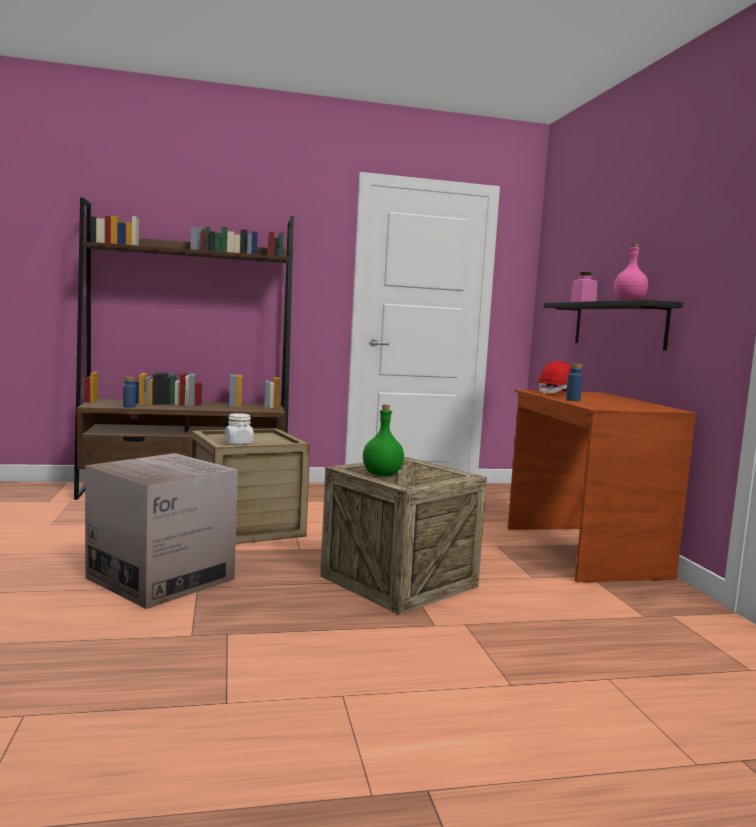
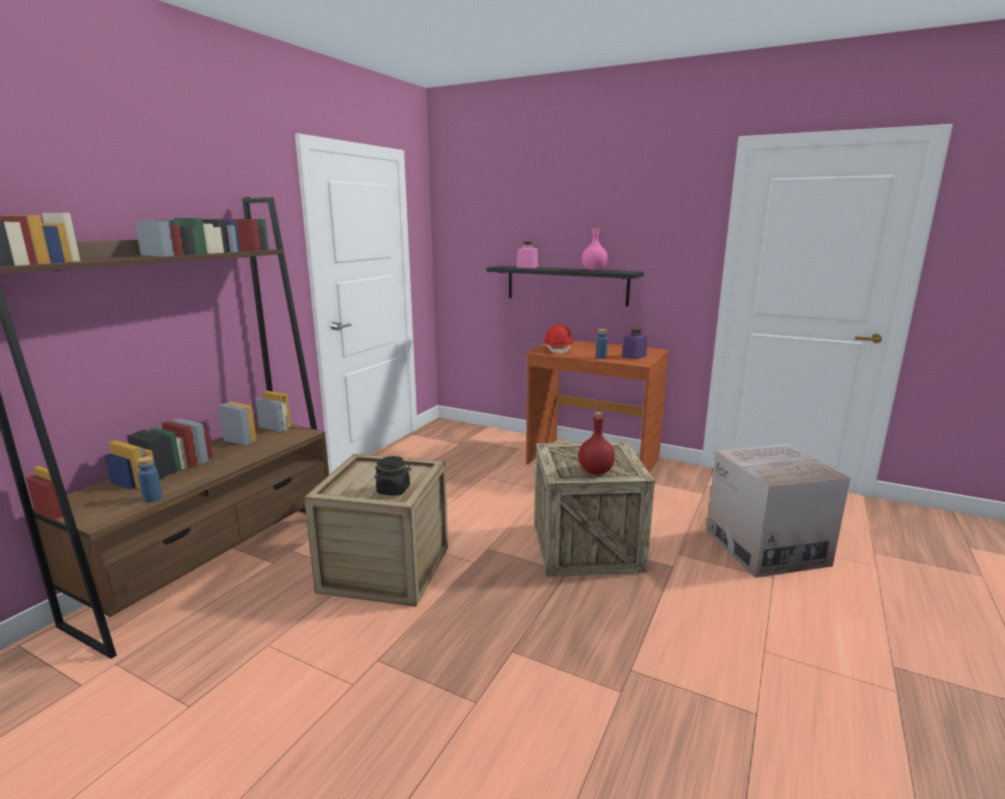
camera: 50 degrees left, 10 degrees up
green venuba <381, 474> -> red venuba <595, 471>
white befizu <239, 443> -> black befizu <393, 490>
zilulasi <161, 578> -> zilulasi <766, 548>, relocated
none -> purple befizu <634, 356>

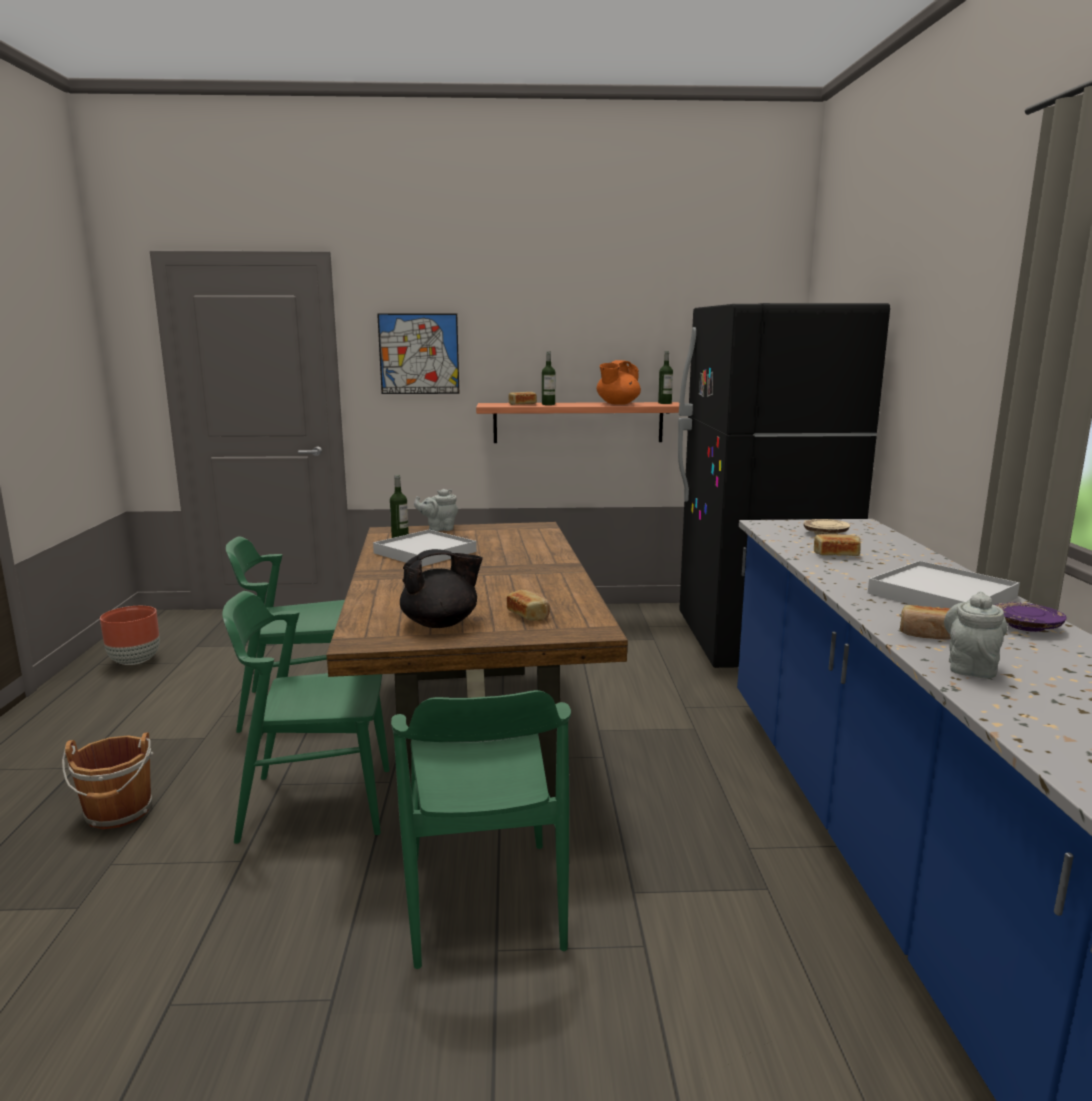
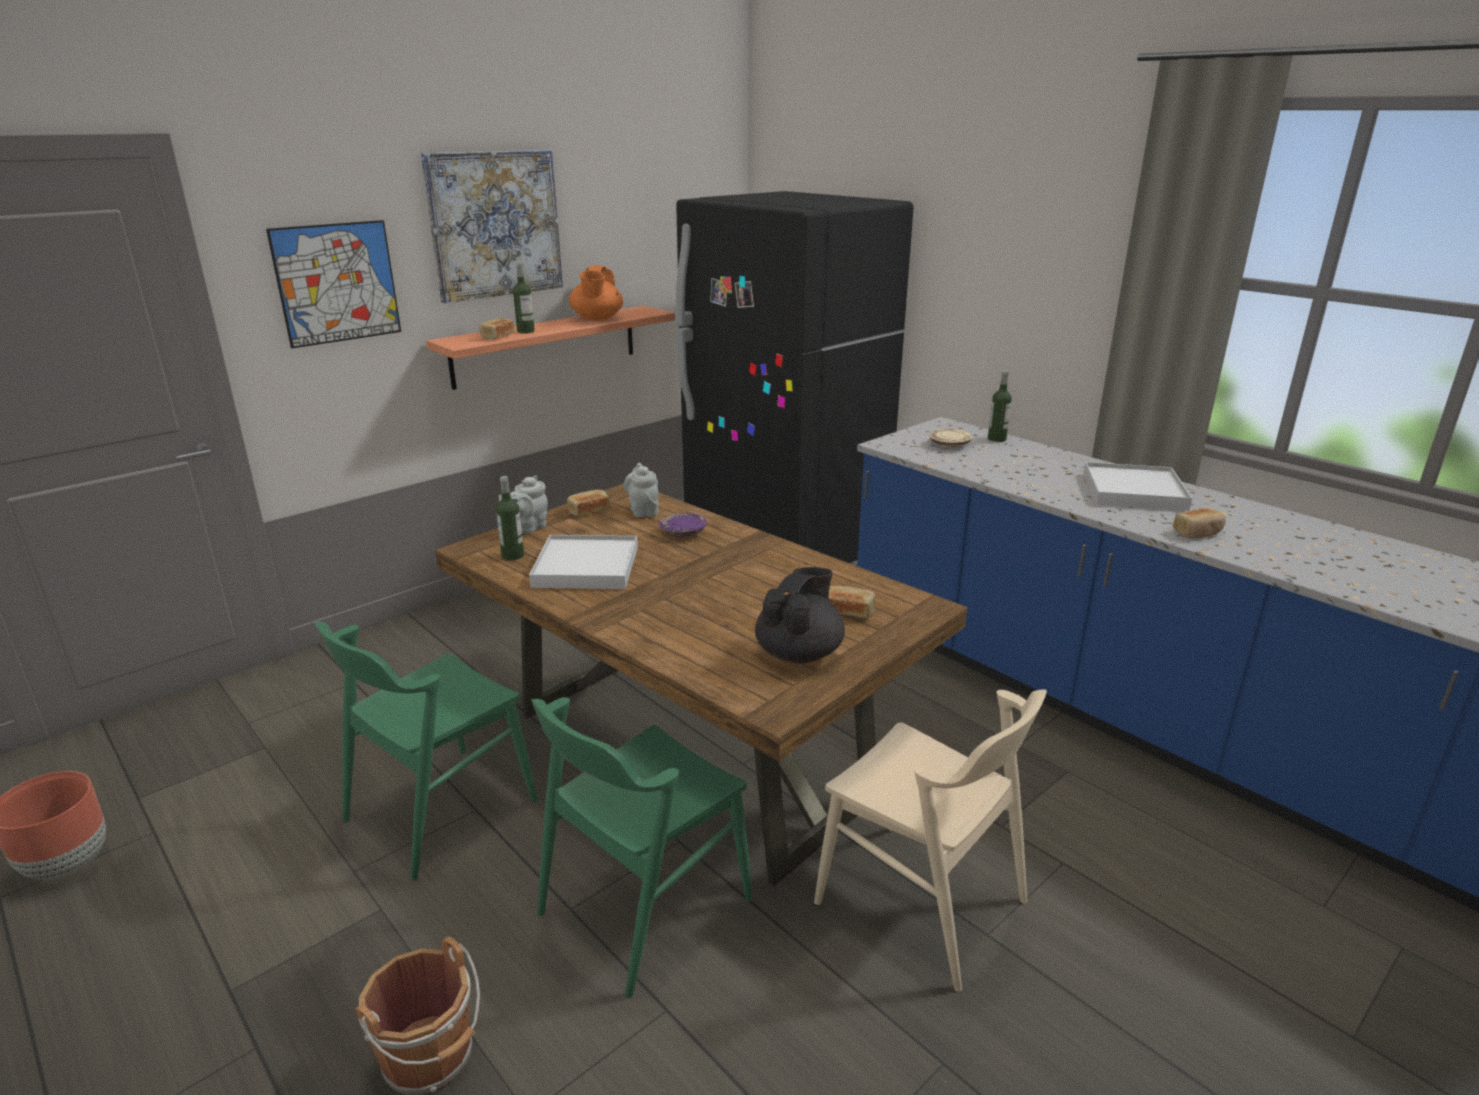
camera: 40 degrees left, 10 degrees up
venuba <664, 403> -> venuba <996, 439>, relocated
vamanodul <836, 555> -> vamanodul <588, 511>, relocated
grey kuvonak <970, 667> -> grey kuvonak <643, 510>, relocated
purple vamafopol <1025, 626> -> purple vamafopol <682, 532>, relocated
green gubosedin <483, 901> -> beige gubosedin <921, 901>
none -> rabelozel <495, 224>

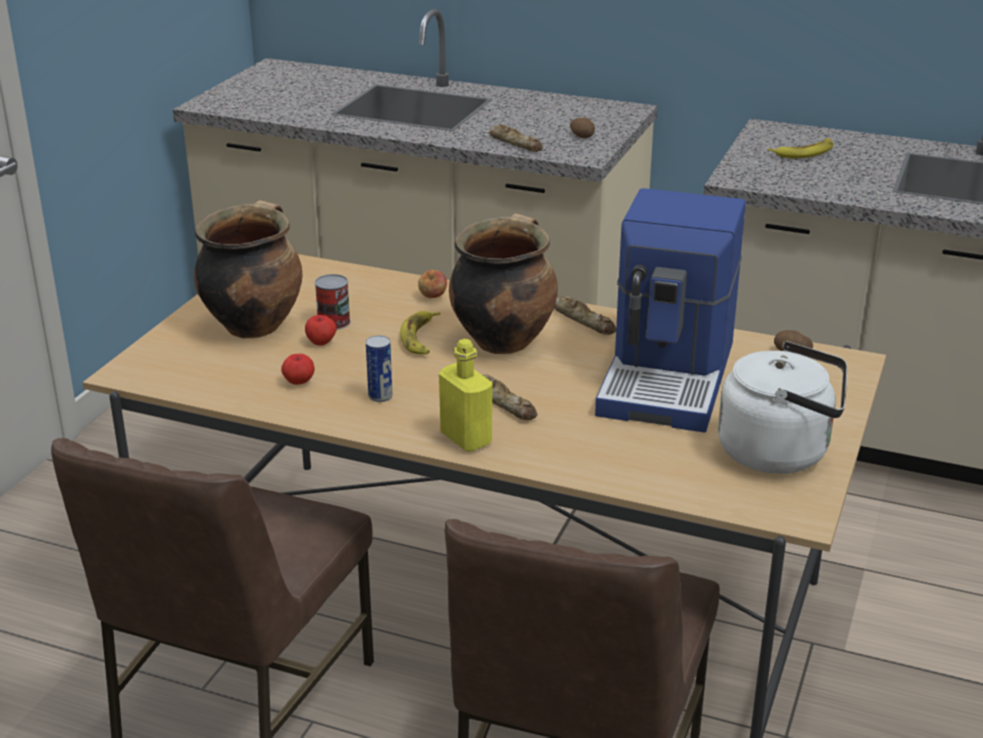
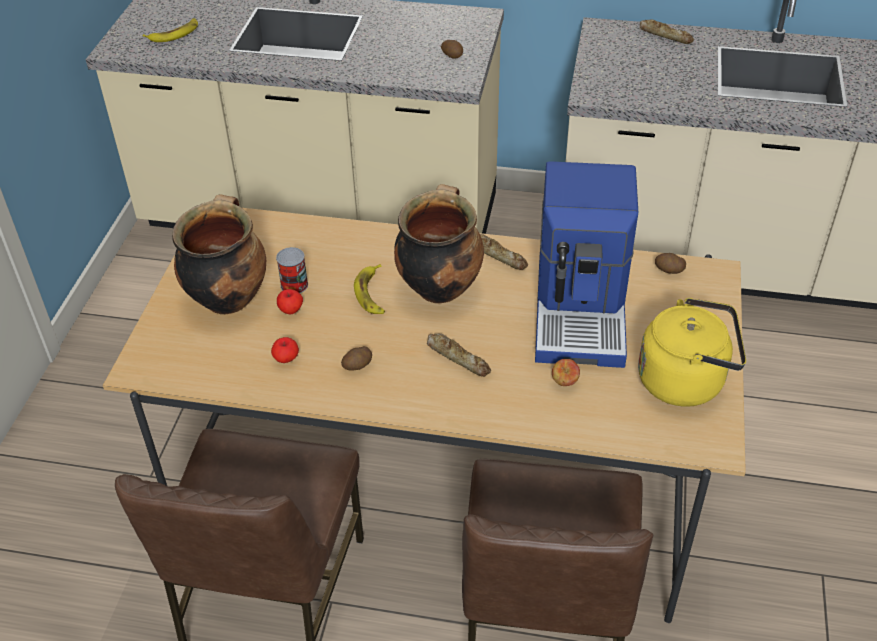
camera: 10 degrees left, 15 degrees up
vamanodul <515, 143> -> vamanodul <665, 35>, relocated
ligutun <804, 152> -> ligutun <174, 34>, relocated
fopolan <433, 297> -> fopolan <564, 382>, relocated
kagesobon <380, 396> -> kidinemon <358, 365>
yellow venuba <466, 439> -> none
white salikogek <780, 452> -> yellow salikogek <686, 380>

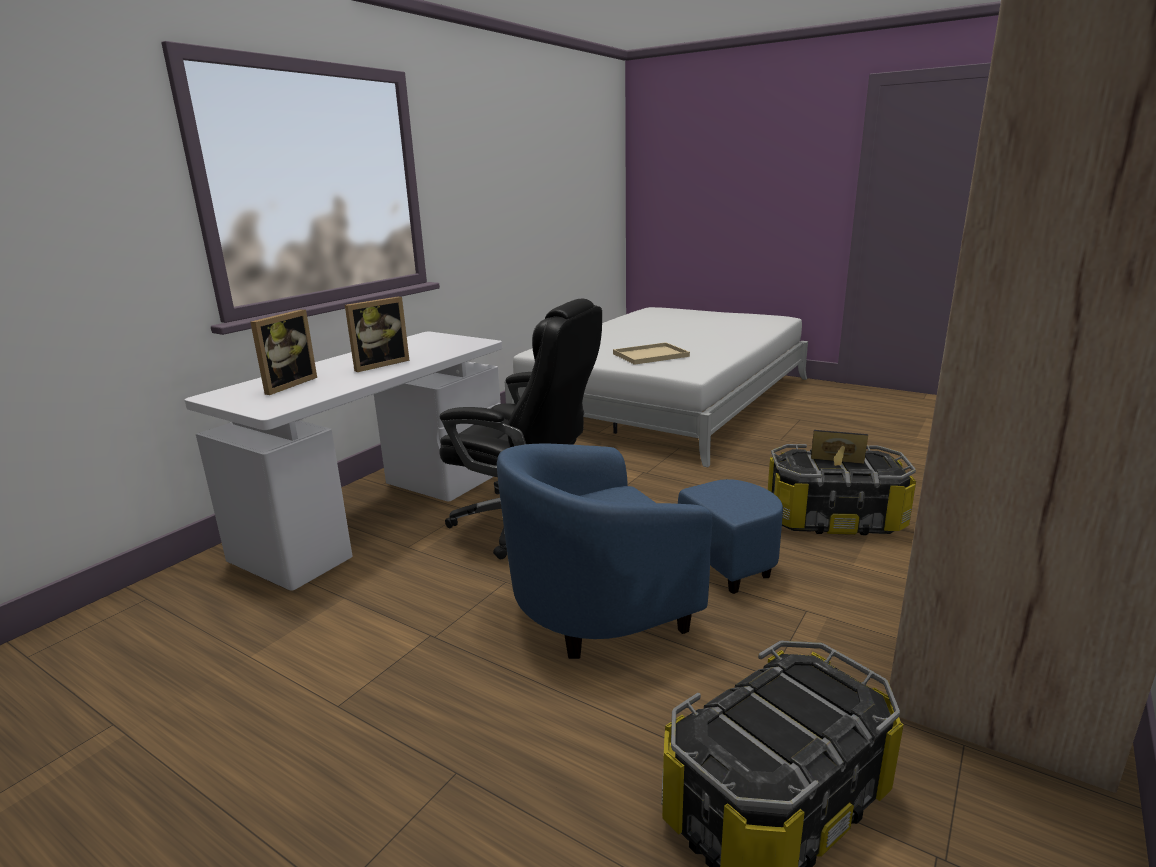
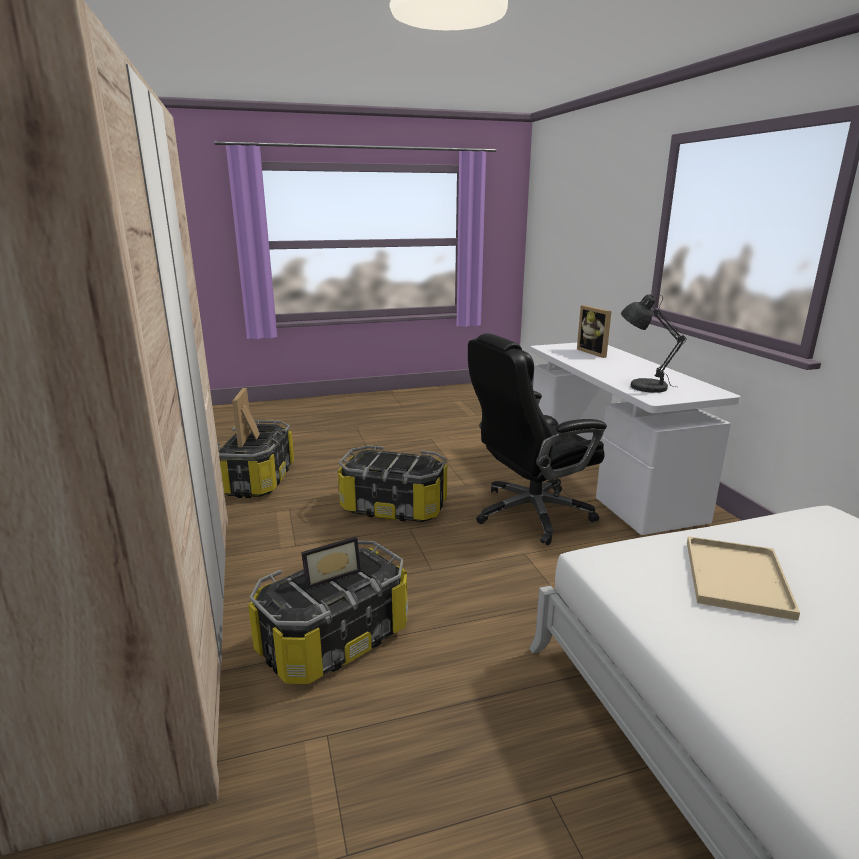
camera: 130 degrees right, 0 degrees up
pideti <379, 364> -> pideti <250, 439>, relocated
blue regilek <631, 599> -> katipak <394, 507>
none -> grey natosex <643, 386>

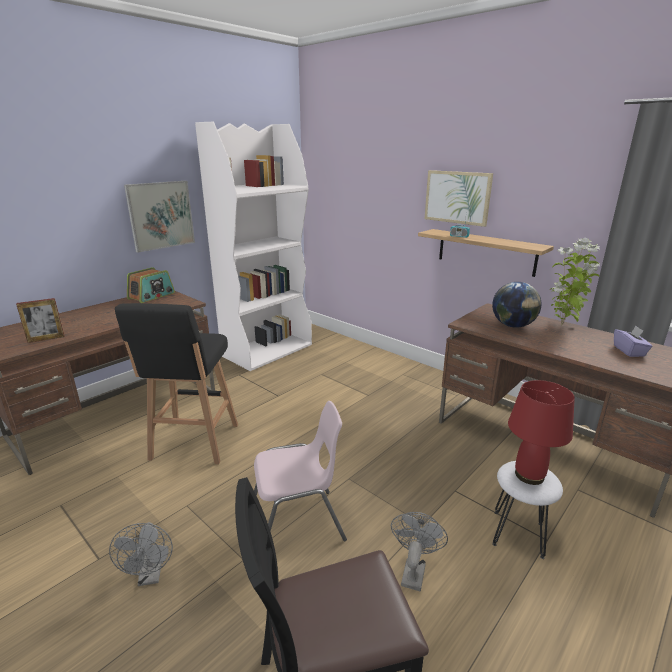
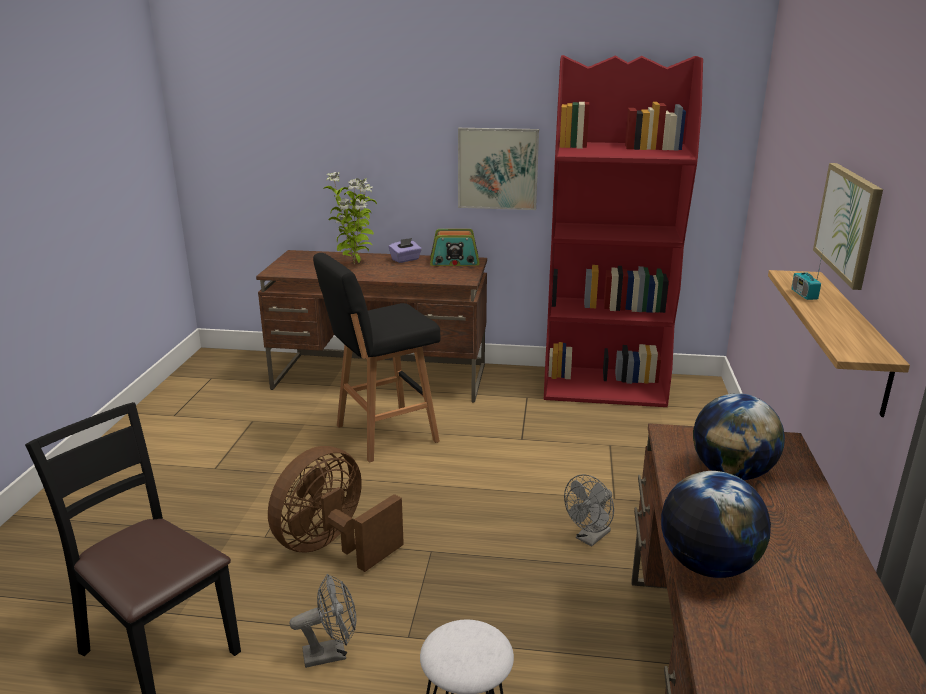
camera: 55 degrees right, 0 degrees up
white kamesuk <268, 350> -> red kamesuk <605, 387>
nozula <563, 325> -> nozula <355, 264>, relocated
pideti <46, 339> -> none
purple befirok <629, 351> -> purple befirok <405, 259>, relocated
red natosex <530, 476> -> none
pink gubosedin <298, 523> -> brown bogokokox <333, 547>
grey bogokokox <150, 576> -> grey bogokokox <590, 538>, relocated
none -> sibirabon <707, 565>

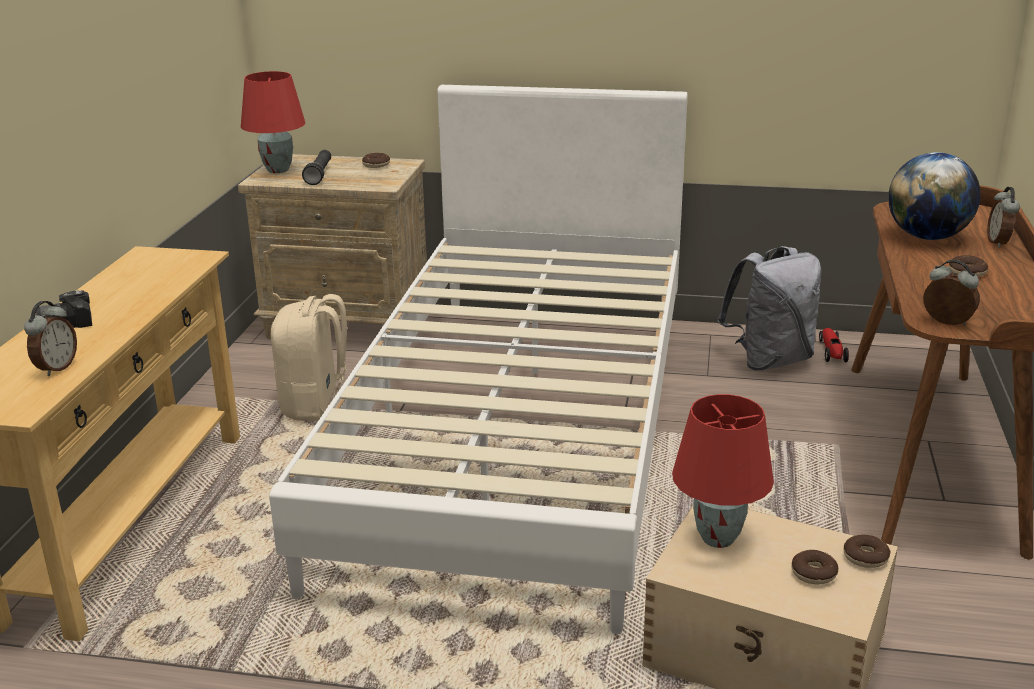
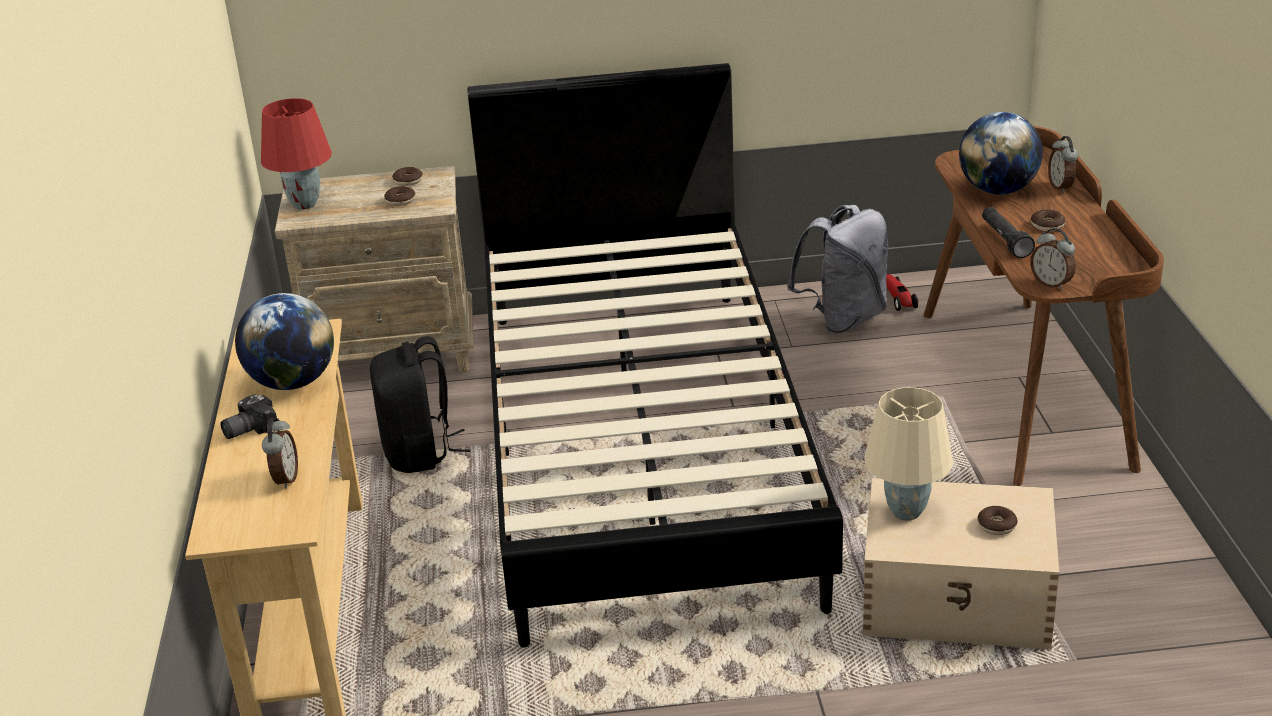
camera: 15 degrees left, 5 degrees up
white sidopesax <518, 434> -> black sidopesax <641, 443>
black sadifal <319, 174> -> black sadifal <1005, 240>, relocated
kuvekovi <946, 323> -> kuvekovi <1052, 284>, 150 degrees counterclockwise
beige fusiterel <317, 405> -> black fusiterel <420, 453>
red natosex <716, 538> -> beige natosex <905, 512>
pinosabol <865, 557> -> pinosabol <400, 201>, relocated
none -> sibirabon <292, 382>

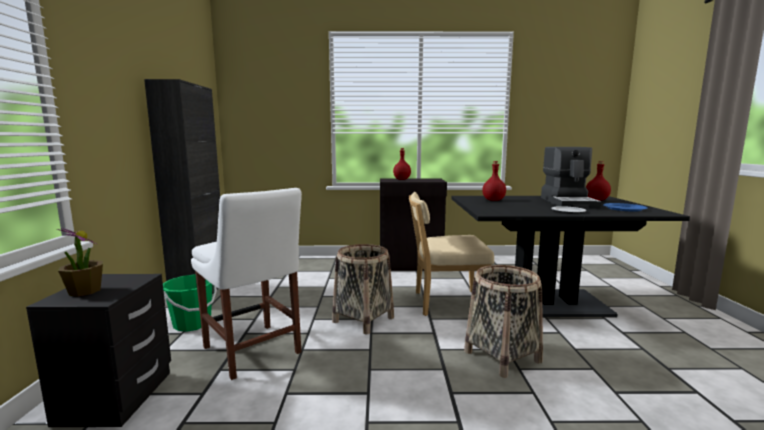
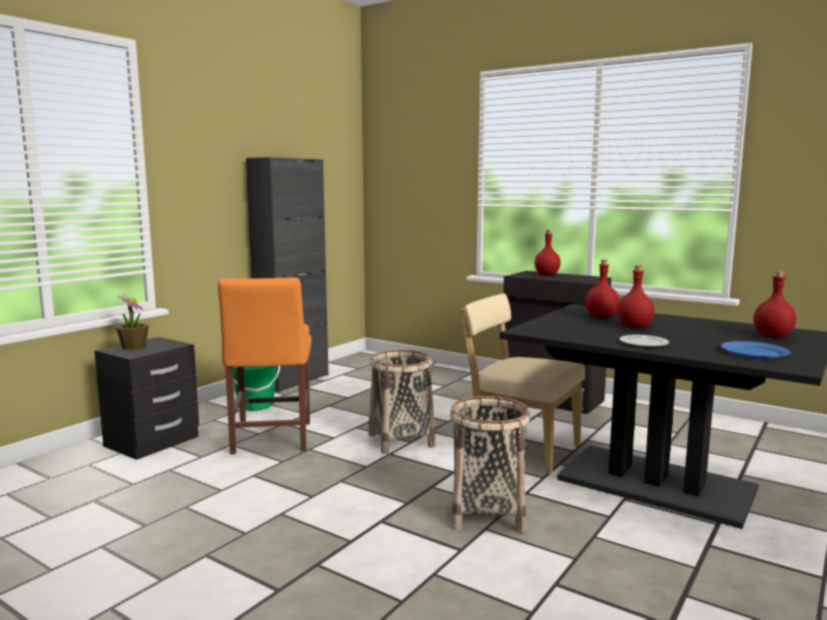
camera: 35 degrees right, 0 degrees up
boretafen <569, 203> -> none
white gubosedin <253, 352> -> orange gubosedin <270, 439>
none -> red venuba <634, 326>

